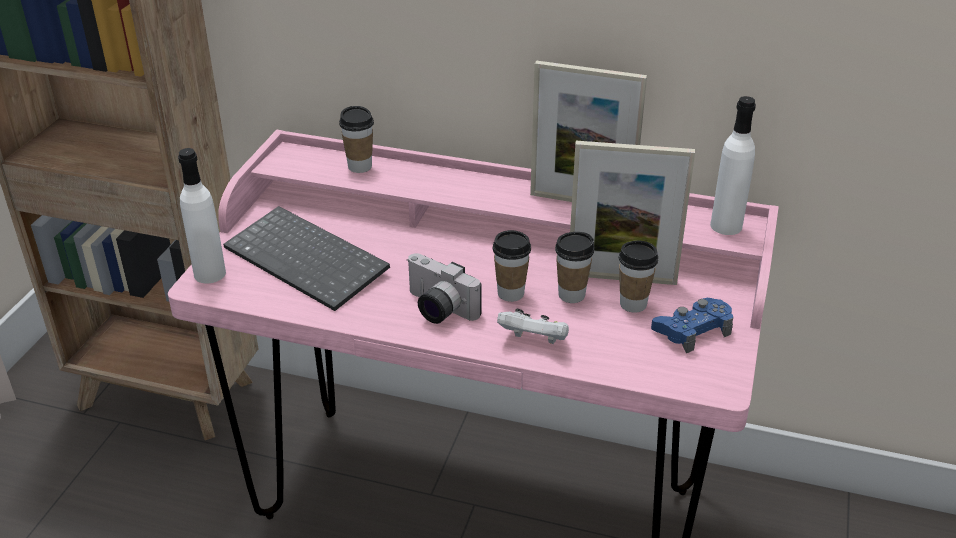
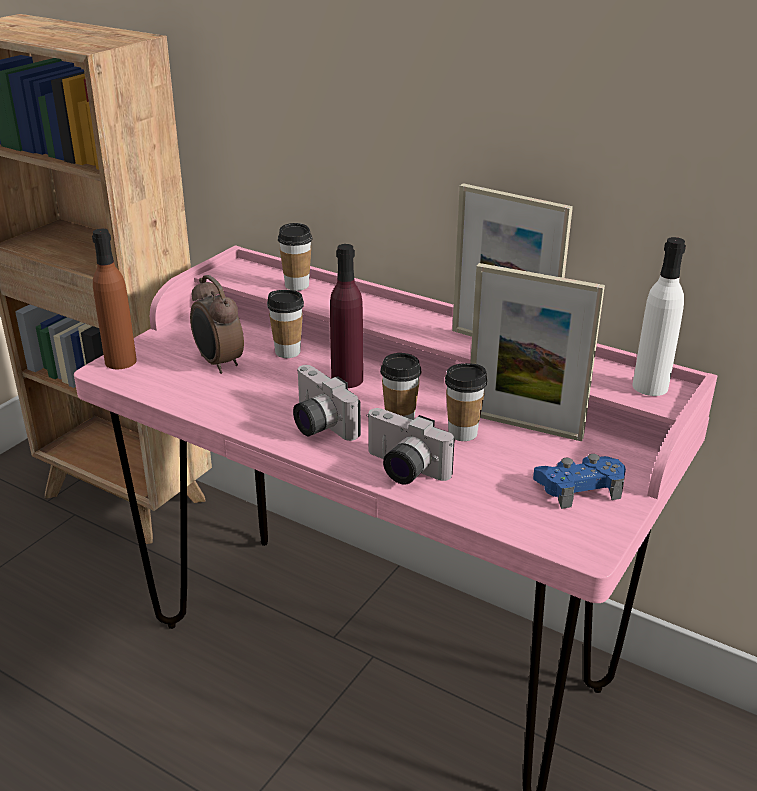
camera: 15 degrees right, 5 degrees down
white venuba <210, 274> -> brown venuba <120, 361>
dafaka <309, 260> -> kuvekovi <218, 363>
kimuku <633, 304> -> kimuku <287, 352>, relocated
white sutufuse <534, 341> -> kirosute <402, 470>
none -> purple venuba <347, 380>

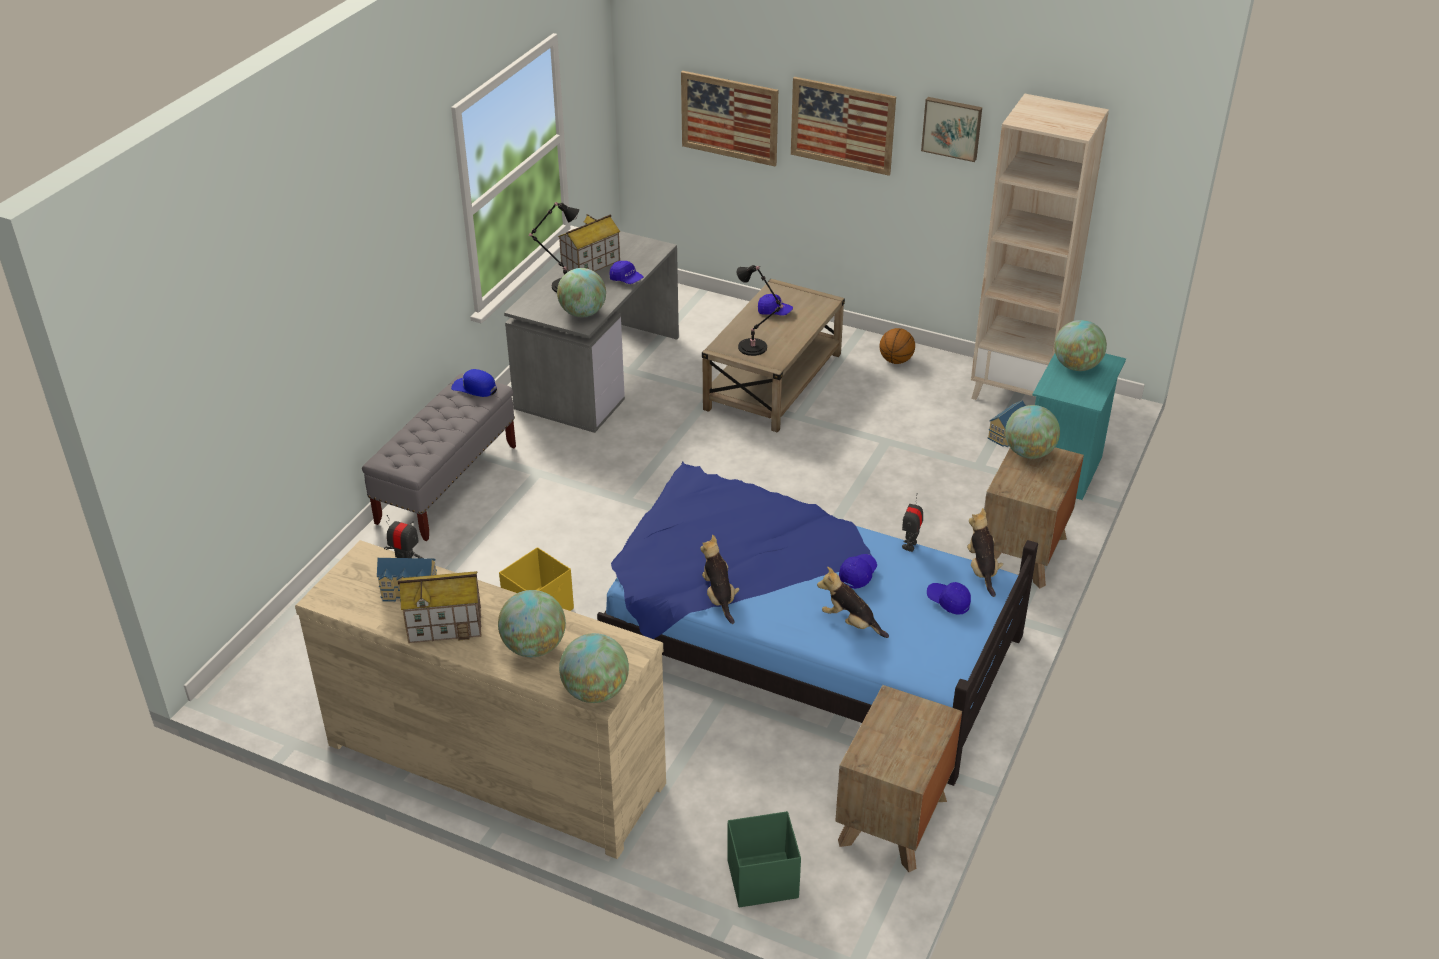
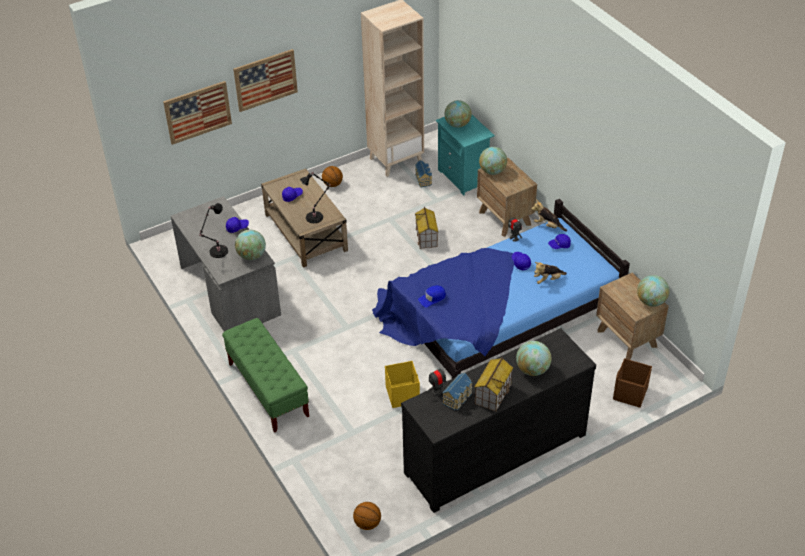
camera: 55 degrees left, 5 degrees up
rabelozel <952, 128> -> none
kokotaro <590, 263> -> kokotaro <426, 237>, relocated
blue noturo <474, 388> -> blue noturo <432, 298>, relocated
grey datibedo <447, 484> -> green datibedo <268, 390>
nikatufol <719, 597> -> none
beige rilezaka <495, 761> -> black rilezaka <494, 453>
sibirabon <595, 692> -> sibirabon <651, 302>, relocated
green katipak <761, 879> -> brown katipak <630, 393>
none -> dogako <367, 524>

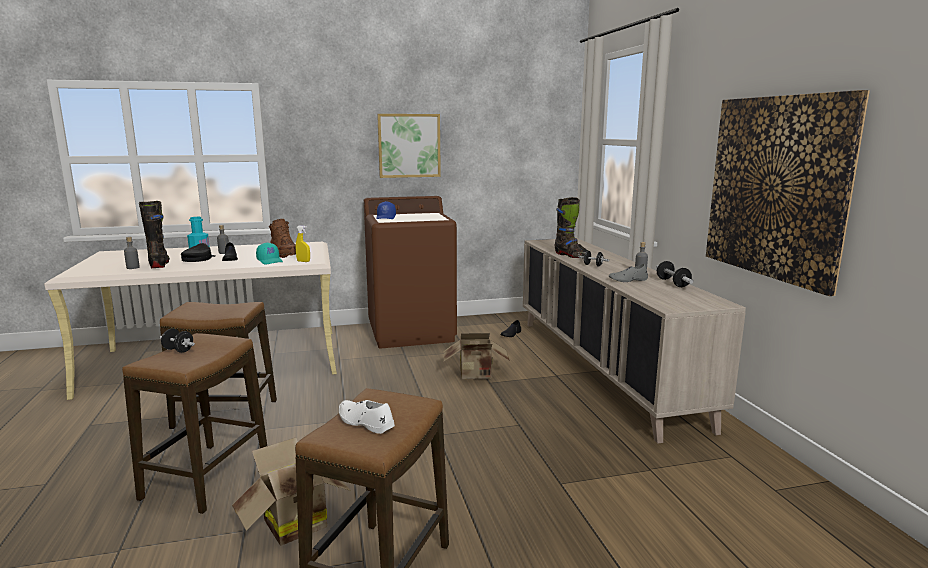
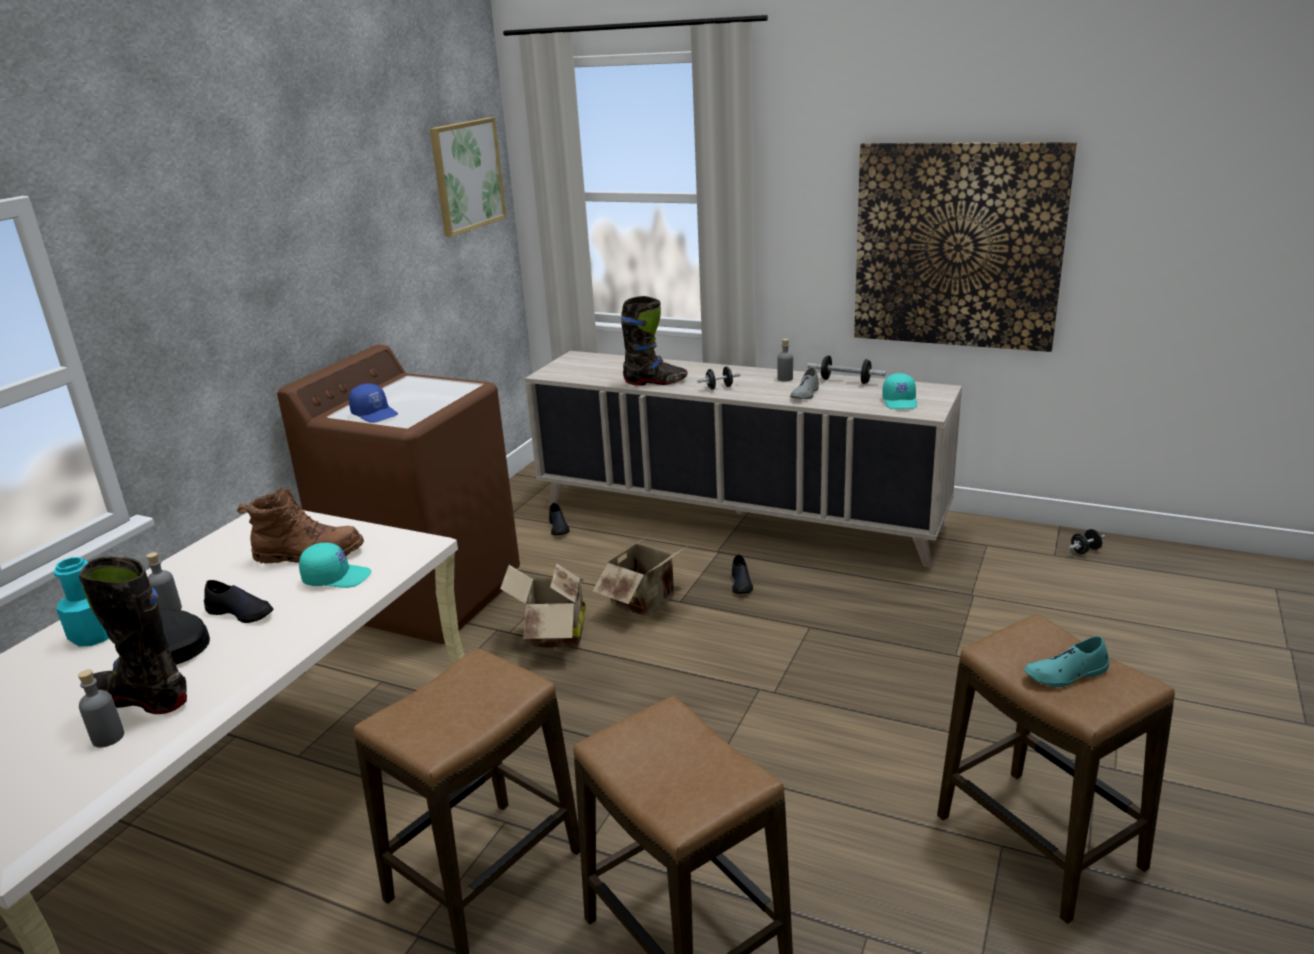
camera: 50 degrees left, 10 degrees up
rabelozel <409, 145> -> rabelozel <467, 175>, relocated
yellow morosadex <303, 261> -> none
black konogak <178, 350> -> black konogak <1085, 550>, relocated
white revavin <365, 422> -> turquoise revavin <1065, 674>
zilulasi <291, 523> -> zilulasi <552, 636>, relocated
none -> turquoise noturo <900, 402>
none -> black revavin <741, 583>

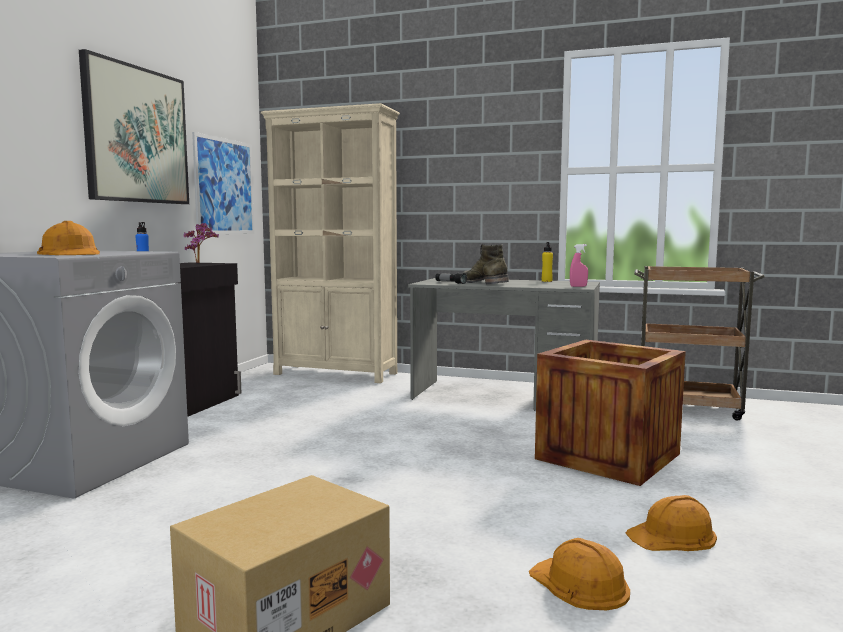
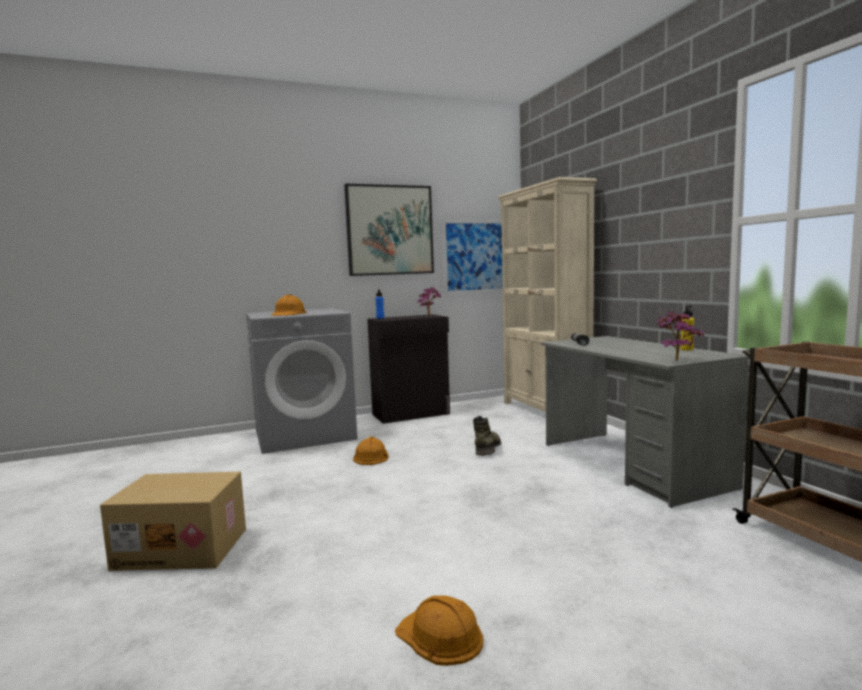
camera: 50 degrees right, 0 degrees up
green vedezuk <483, 283> -> green vedezuk <488, 448>, relocated
pink morosadex <578, 286> -> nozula <675, 360>
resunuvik <608, 456> -> none
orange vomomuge <580, 583> -> orange vomomuge <371, 457>, relocated

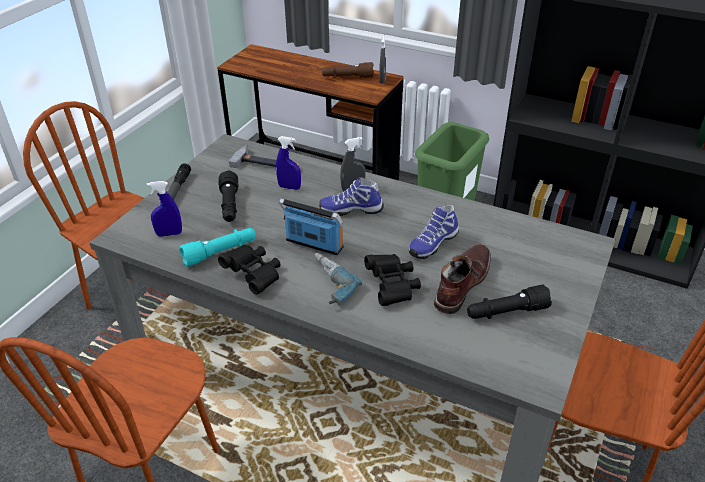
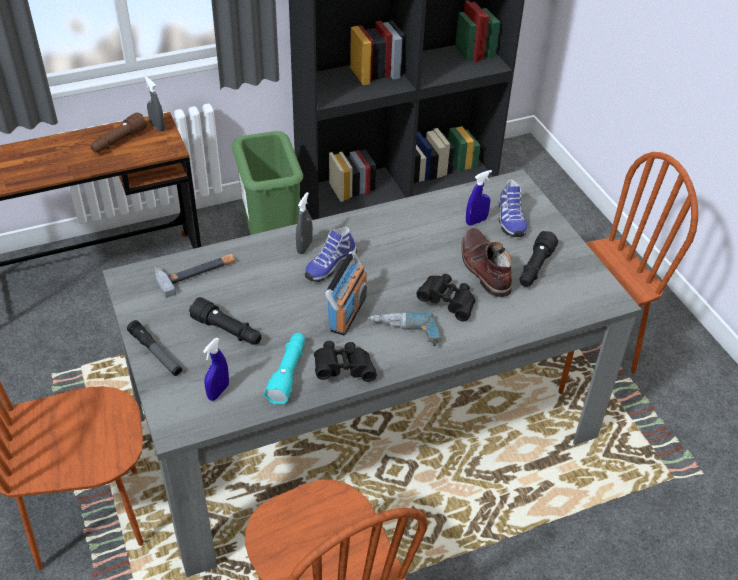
camera: 50 degrees left, 5 degrees up
blue morosadex <289, 187> -> blue morosadex <476, 221>, relocated
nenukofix <314, 244> -> nenukofix <347, 313>, 135 degrees clockwise
revavin <432, 243> -> revavin <509, 220>, relocated

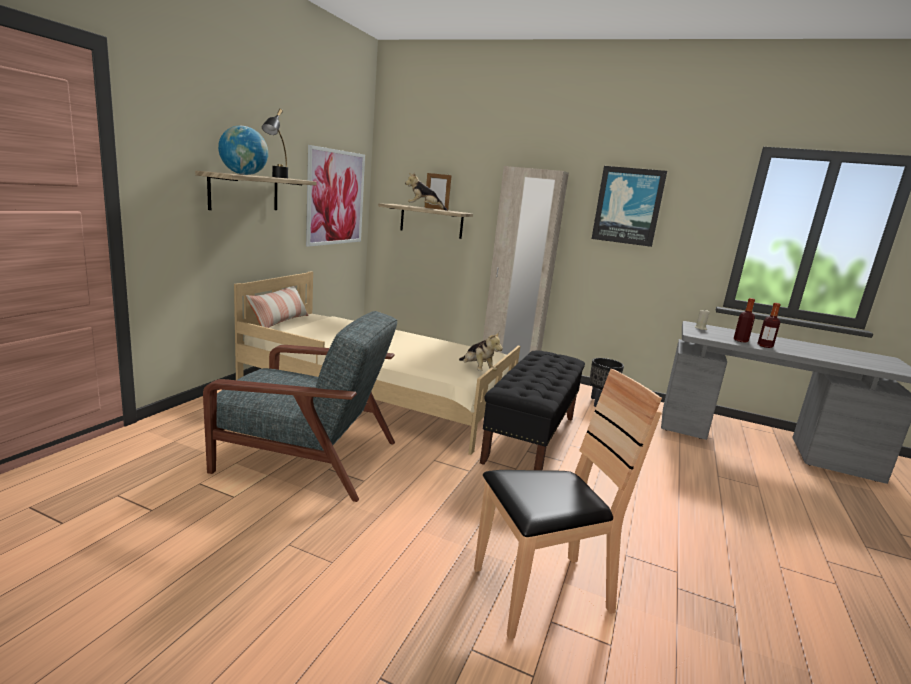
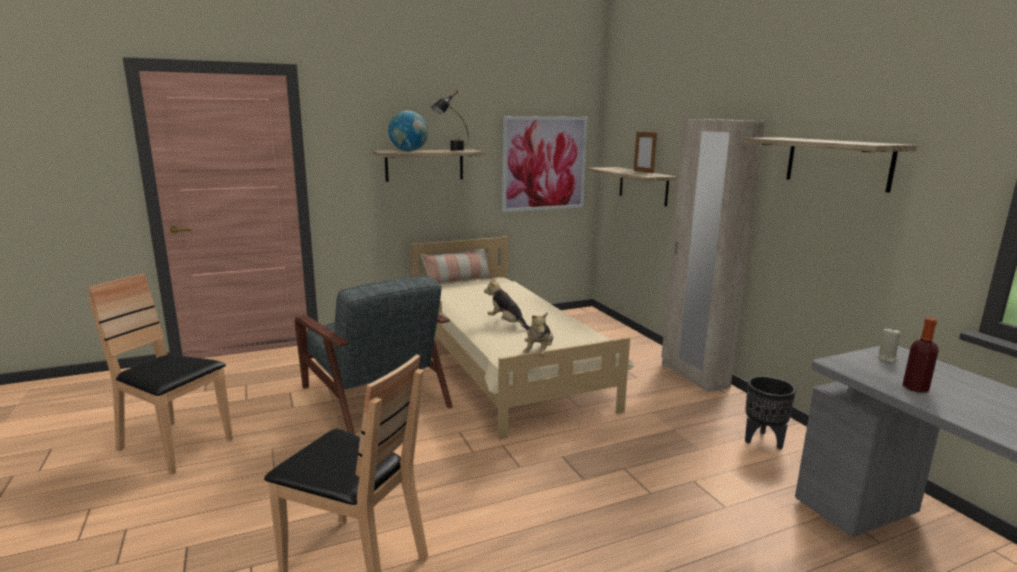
camera: 45 degrees right, 0 degrees up
rabelozel <628, 206> -> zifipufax <837, 163>
nikatufol <424, 208> -> nikatufol <507, 323>, relocated
venuba <765, 346> -> none
black datibedo <531, 438> -> none
none -> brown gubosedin <174, 446>

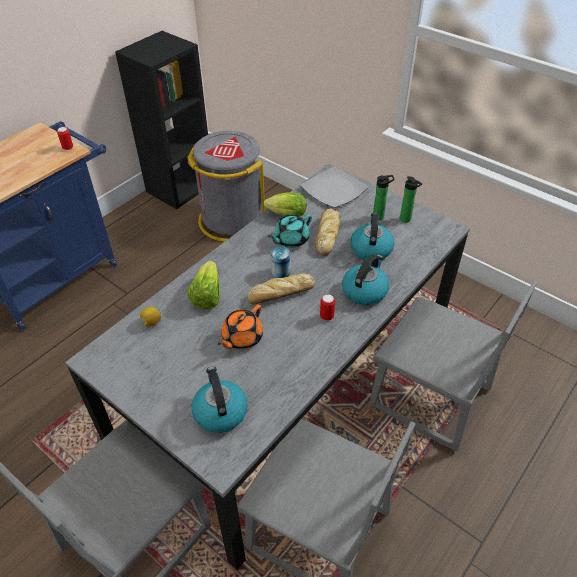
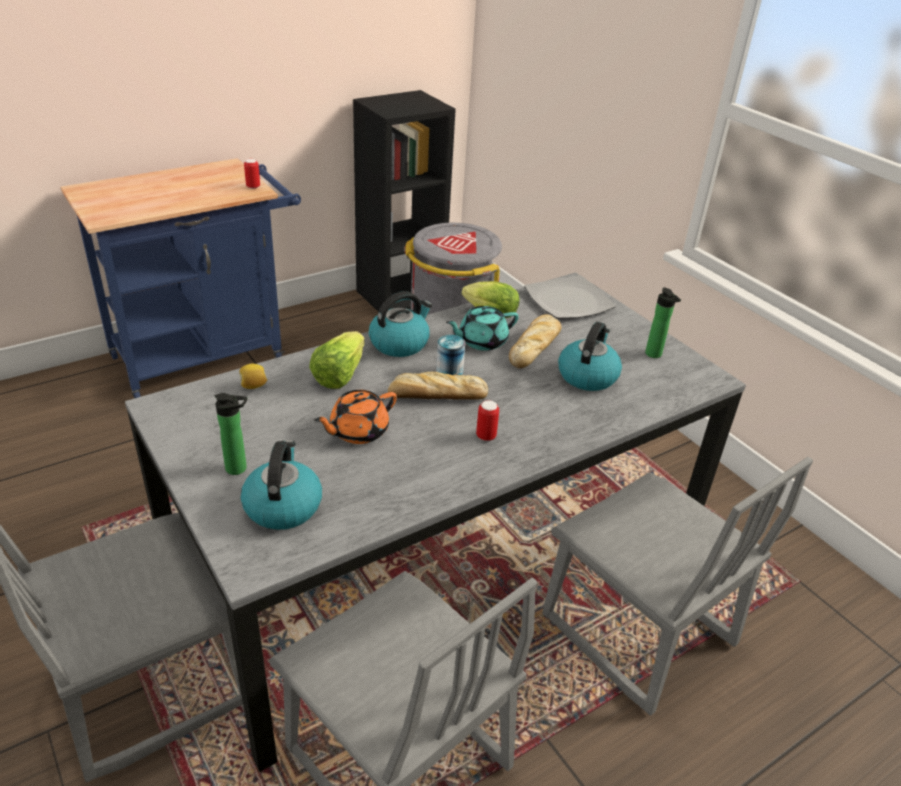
camera: 15 degrees right, 10 degrees down
venuba <380, 217> -> venuba <239, 468>, relocated
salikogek <364, 291> -> salikogek <399, 343>, relocated

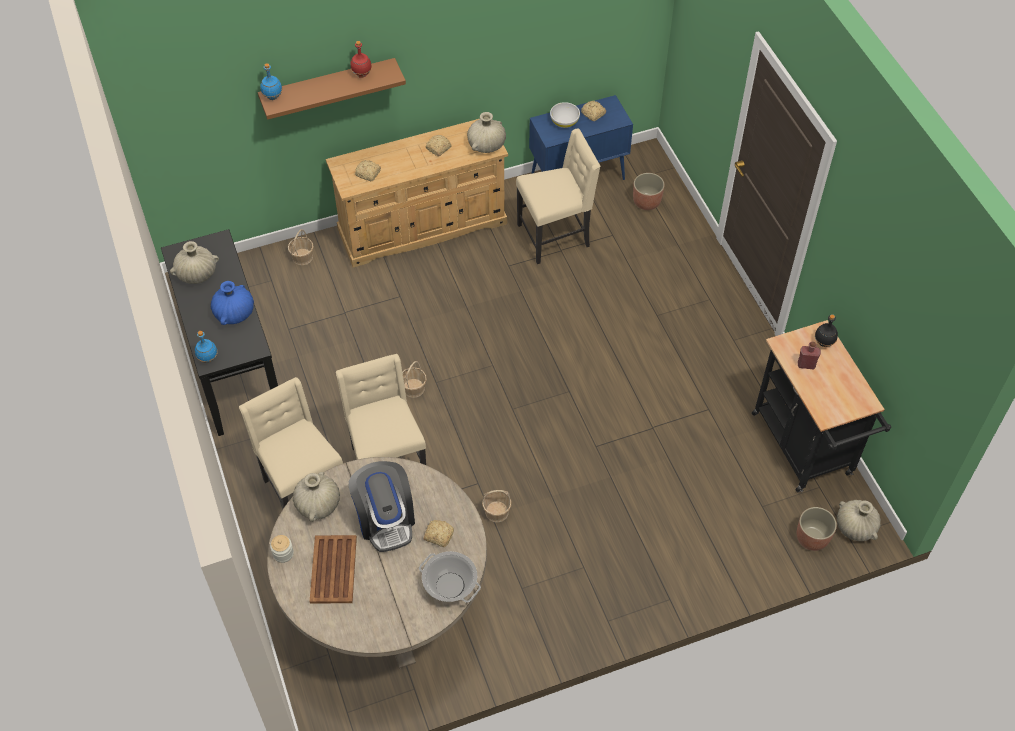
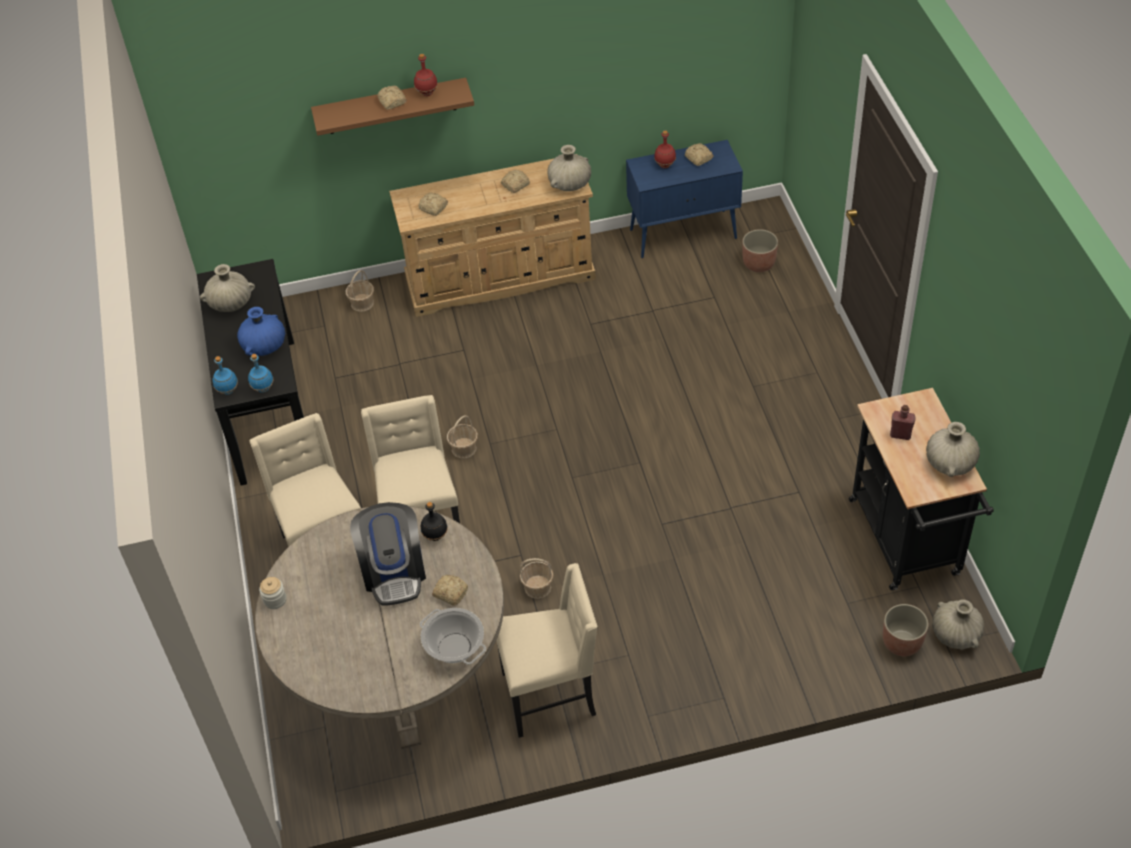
camera: 10 degrees right, 5 degrees down
blue venuba <273, 97> -> blue venuba <263, 389>, relocated
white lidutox <564, 122> -> red venuba <664, 165>
beige gubosedin <555, 236> -> beige gubosedin <551, 694>, relocated
black venuba <823, 342> -> black venuba <435, 536>, relocated
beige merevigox <318, 504> -> beige merevigox <950, 463>, relocated
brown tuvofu <333, 569> -> none
none -> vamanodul <392, 102>

